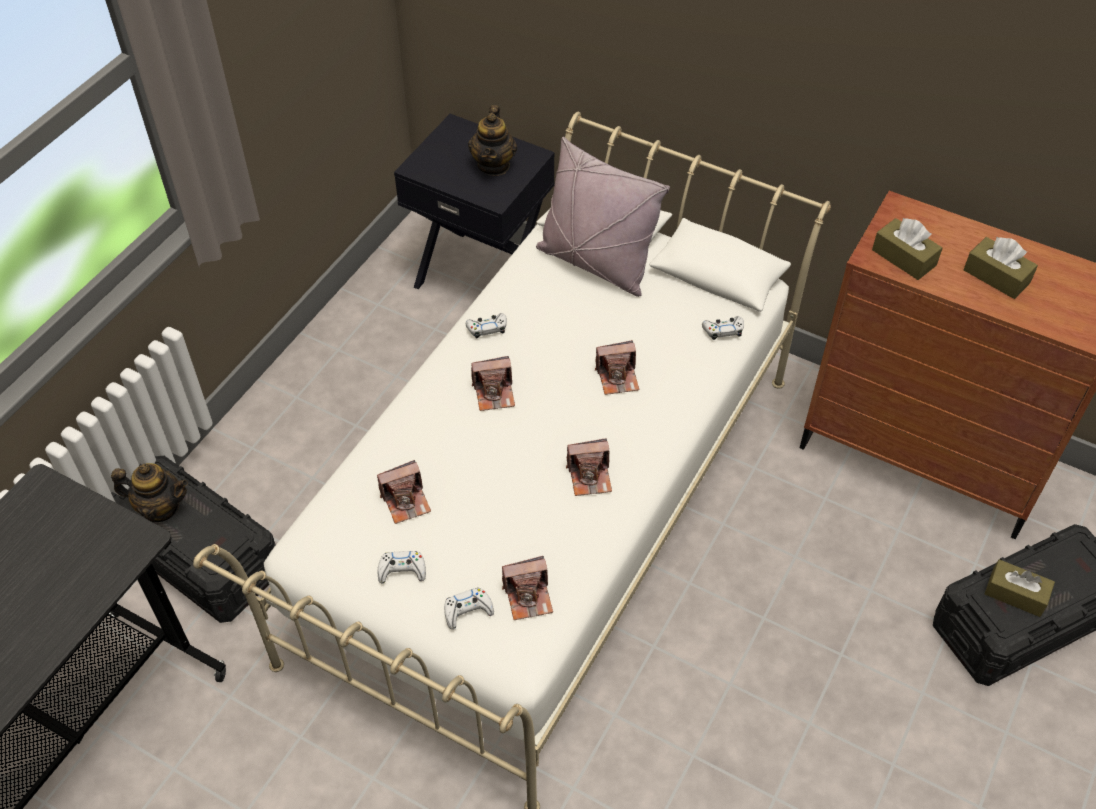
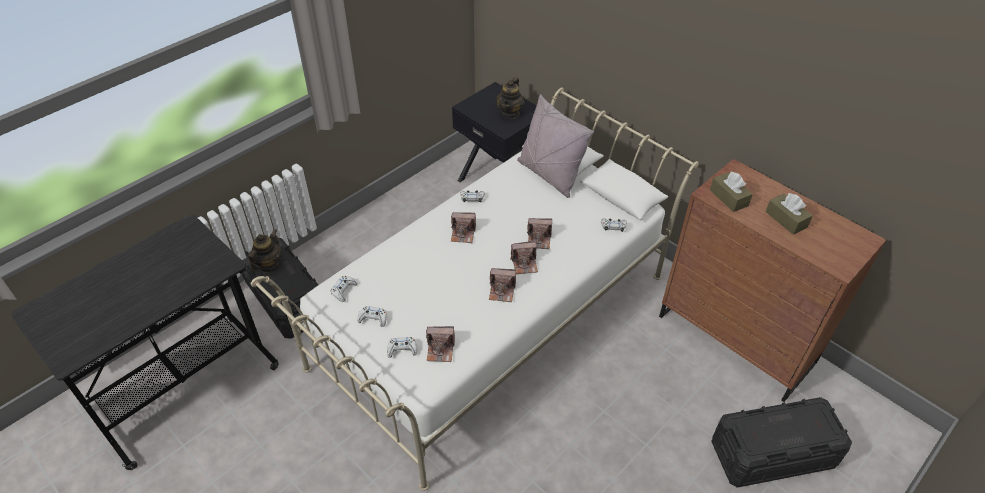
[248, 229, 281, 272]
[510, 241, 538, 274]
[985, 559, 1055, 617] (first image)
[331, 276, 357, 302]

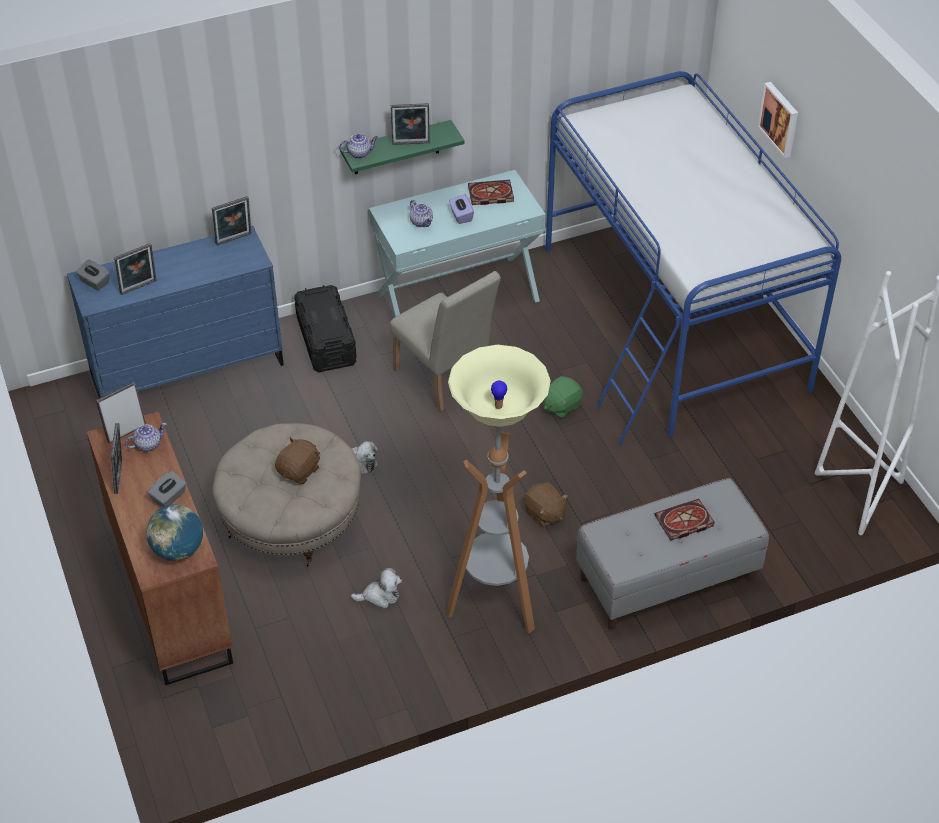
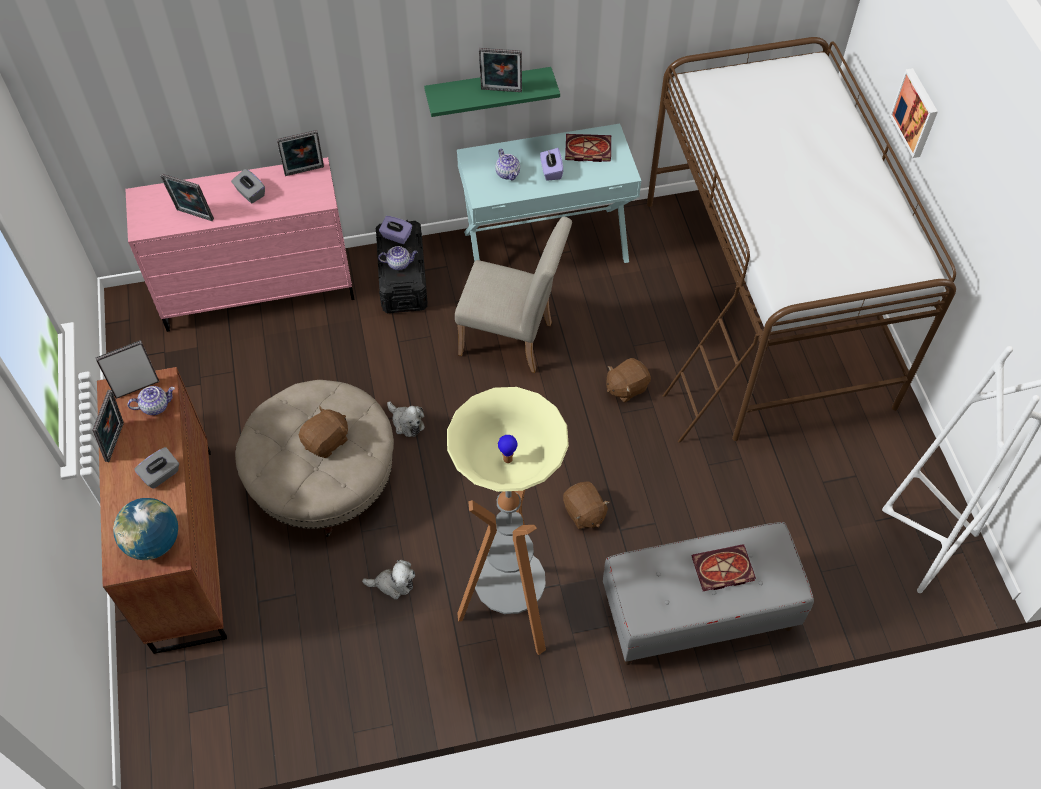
[125, 157, 354, 332]
[231, 169, 265, 203]
[161, 173, 214, 221]
[378, 246, 417, 270]
[455, 217, 572, 373]
[607, 358, 651, 403]
[647, 37, 956, 443]
[379, 216, 412, 244]

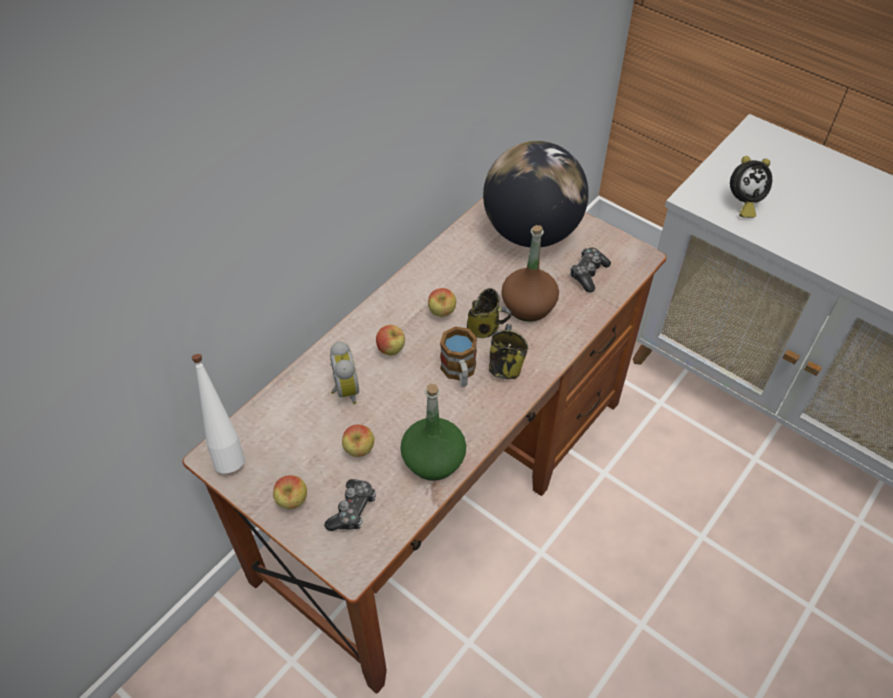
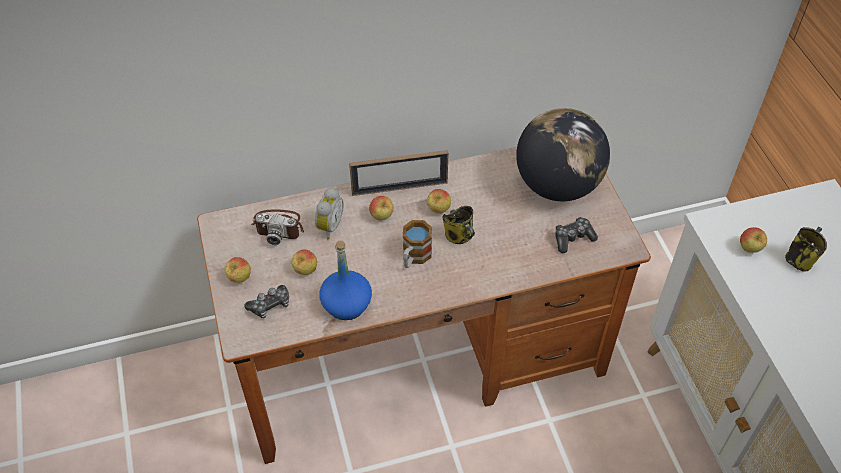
[191, 354, 245, 473] (first image)
[319, 241, 372, 320]
[785, 227, 827, 272]
[501, 225, 559, 322] (first image)
[740, 227, 767, 253]
[251, 209, 304, 245]
[349, 150, 449, 196]

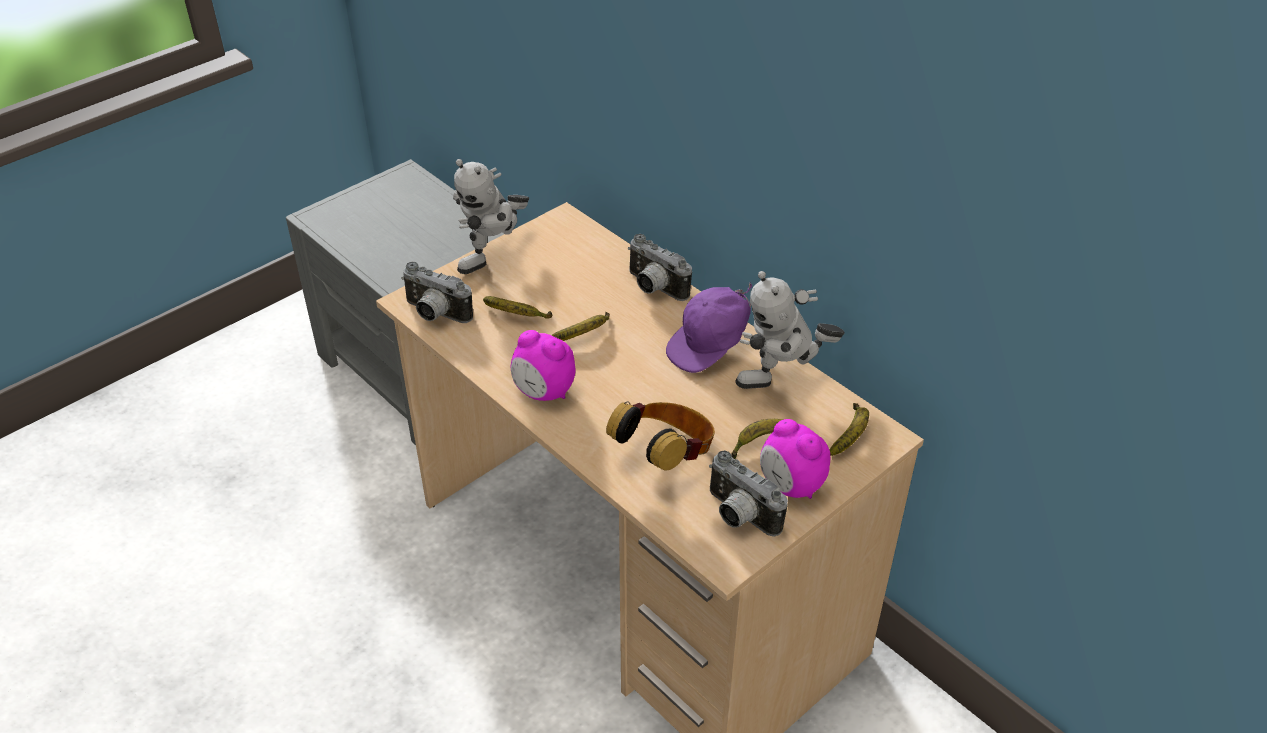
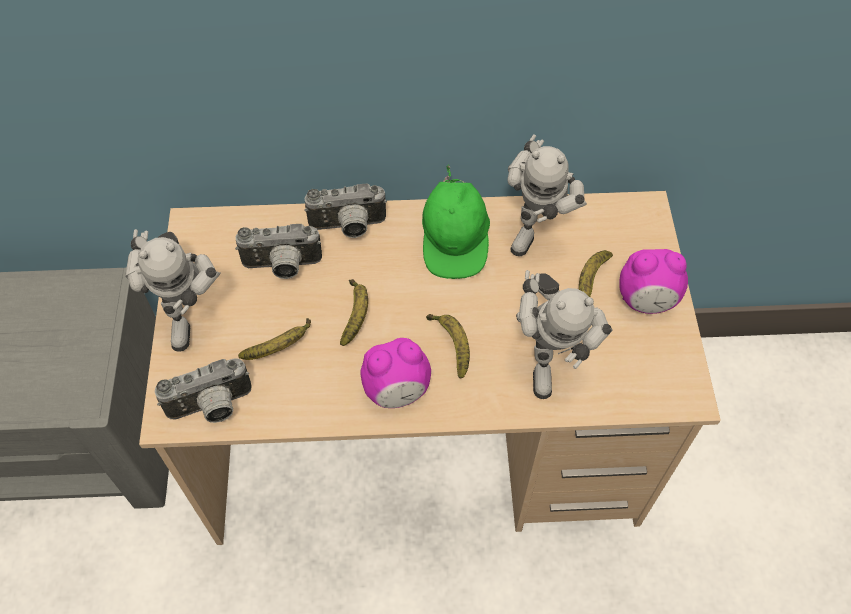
[516, 270, 613, 399]
[422, 164, 490, 279]
[235, 224, 322, 279]
[426, 314, 470, 379]

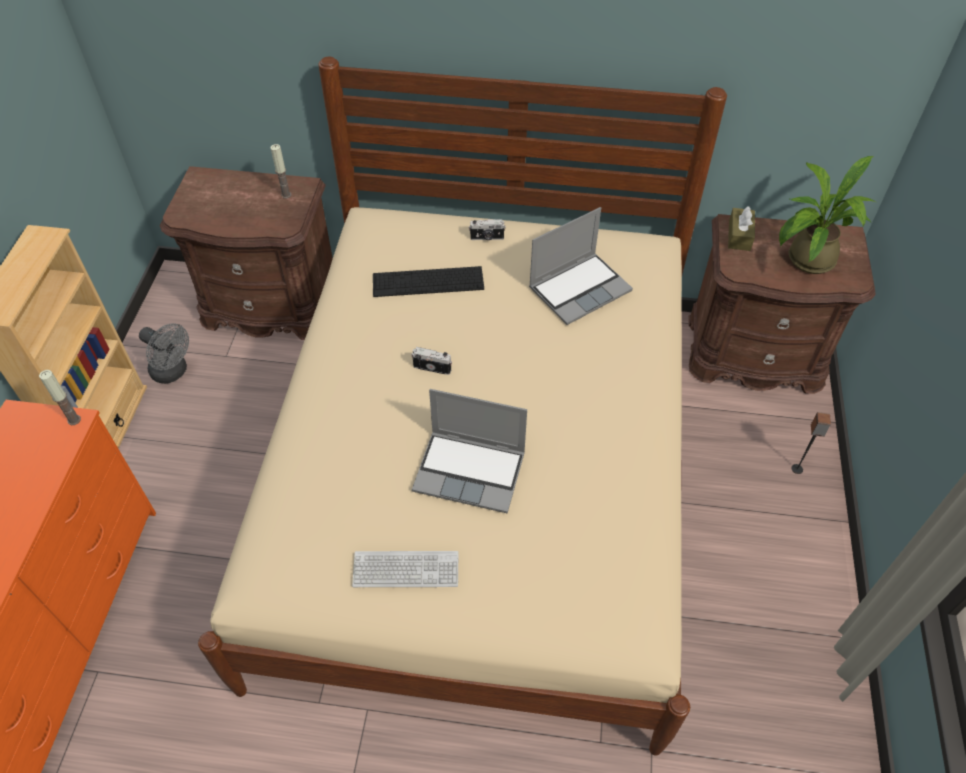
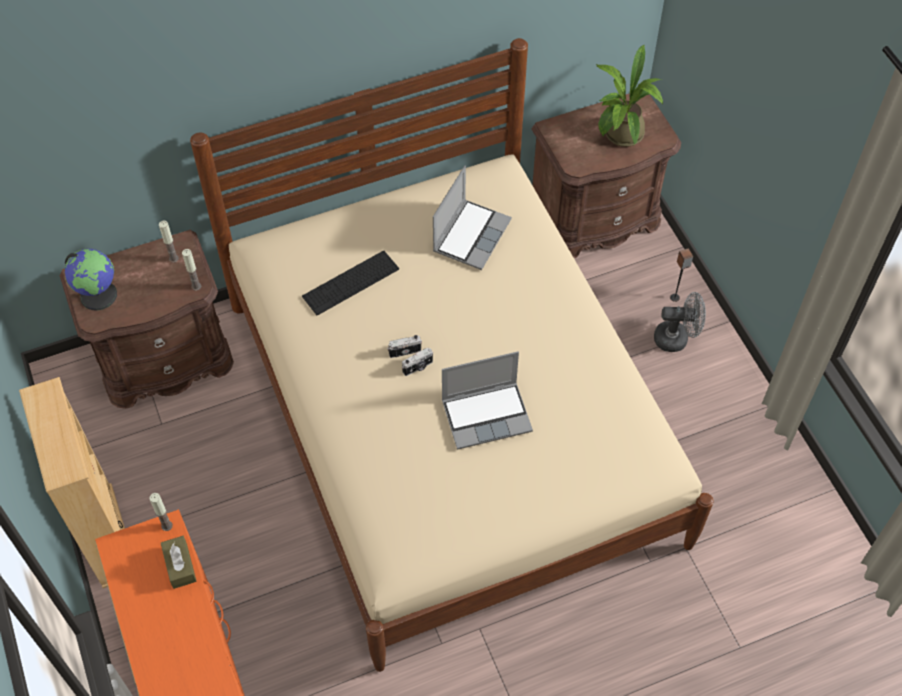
[654, 292, 706, 352]
[352, 551, 458, 587] (first image)
[402, 348, 433, 376]
[161, 536, 196, 589]
[65, 248, 117, 311]
[182, 249, 201, 291]

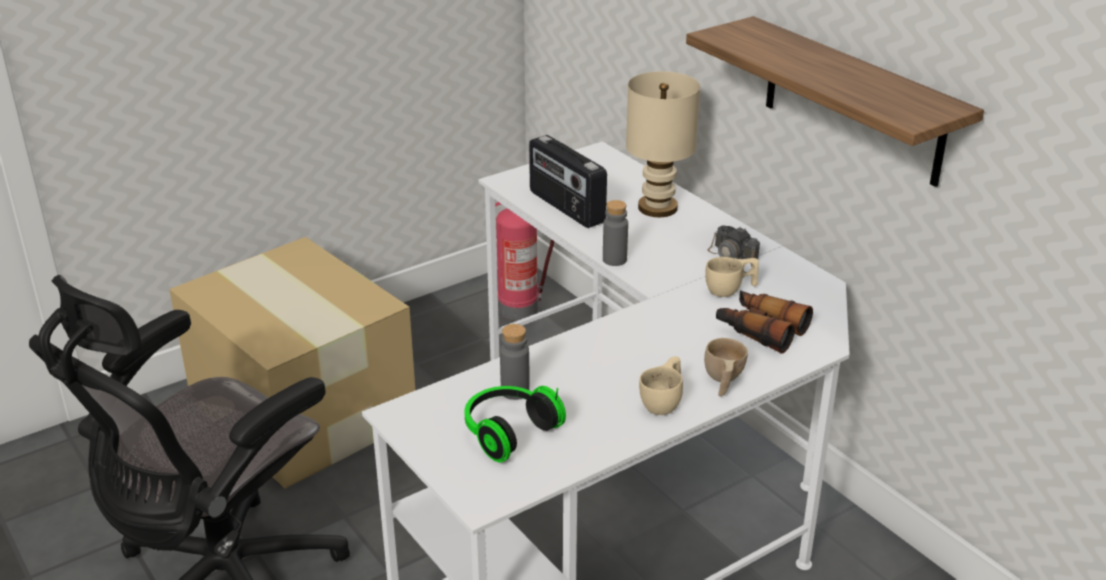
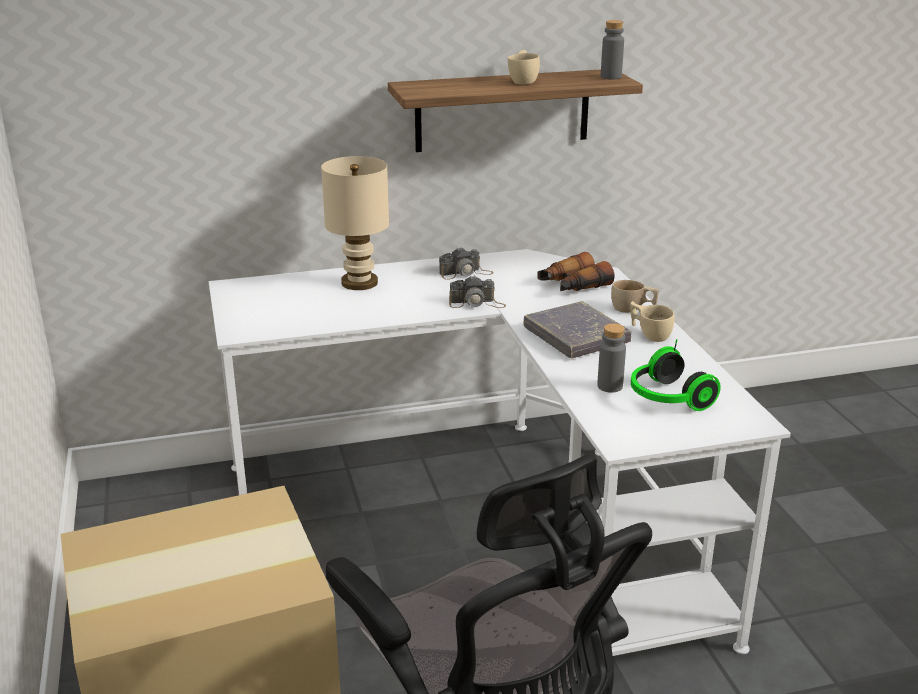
[495, 202, 554, 321] (first image)
[529, 135, 607, 228] (first image)
[601, 20, 624, 80]
[508, 50, 540, 84]
[449, 275, 506, 308]
[524, 301, 631, 358]

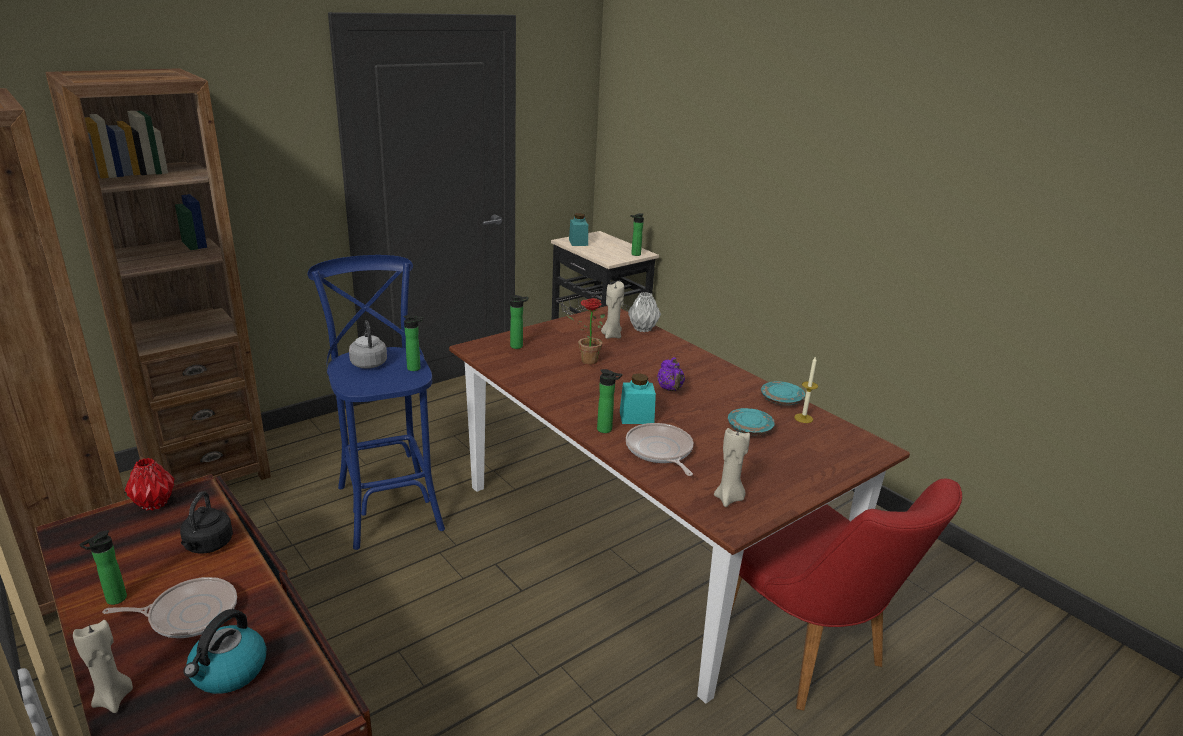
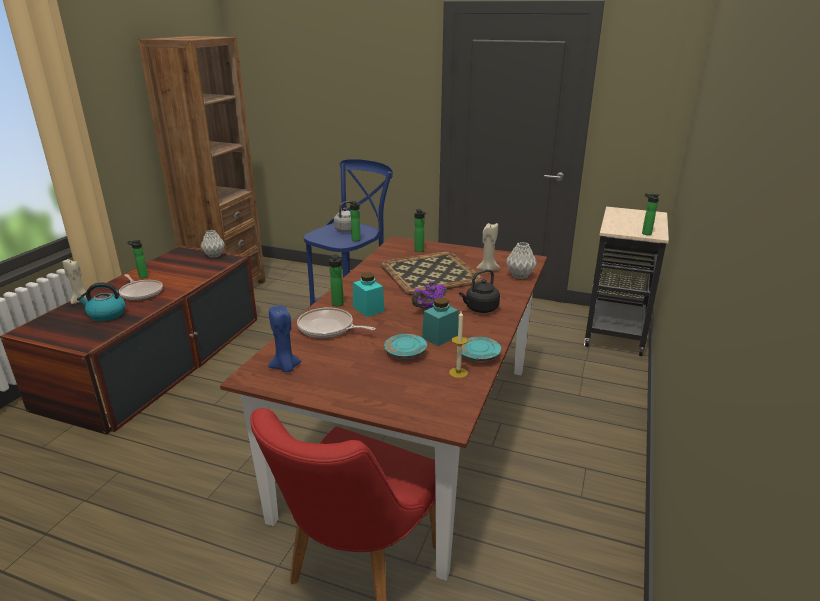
[45, 68, 271, 485] (first image)
[201, 230, 225, 258]
[459, 269, 500, 313]
[380, 252, 484, 295]
[422, 297, 458, 346]
[297, 307, 376, 338]
[268, 306, 302, 372]

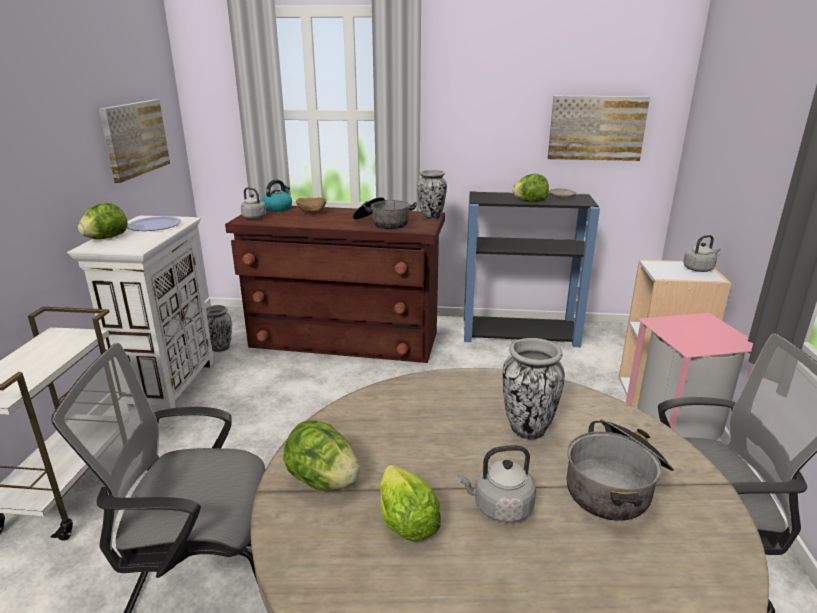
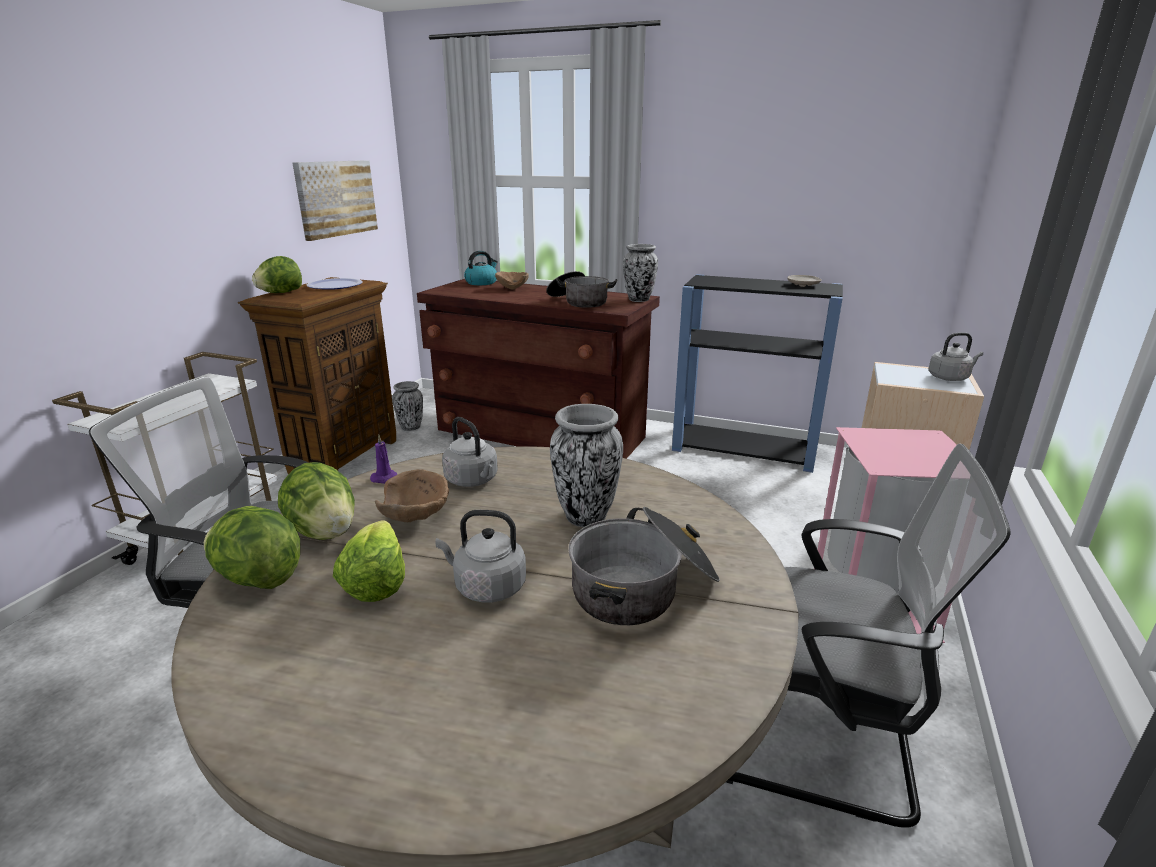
[238, 277, 396, 474]
[442, 417, 498, 487]
[204, 506, 300, 589]
[548, 96, 650, 161] (first image)
[370, 434, 397, 484]
[375, 469, 449, 522]

